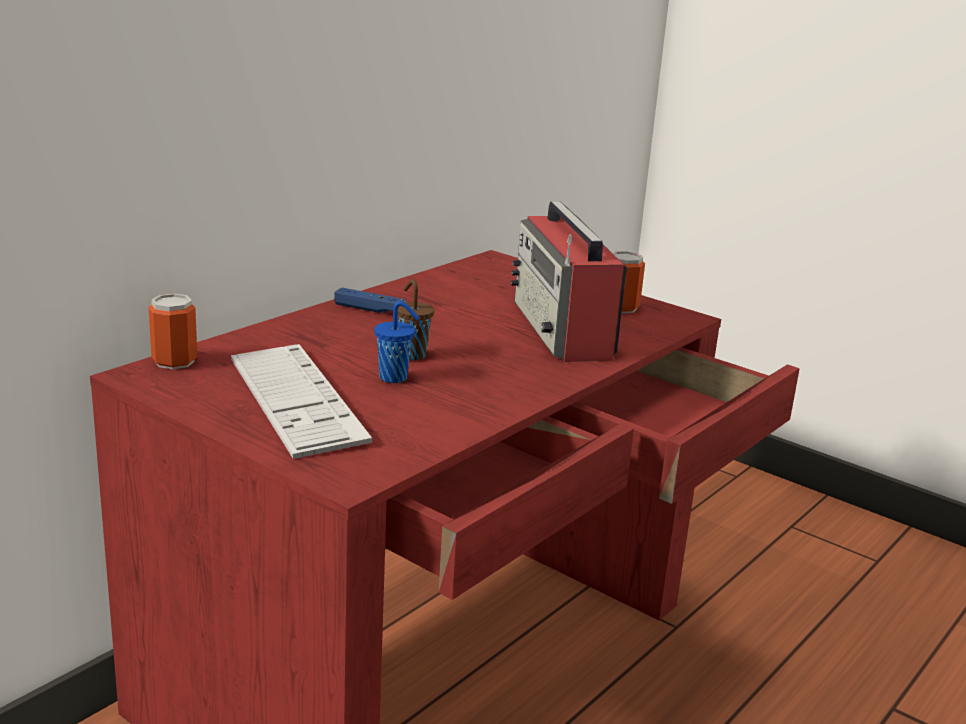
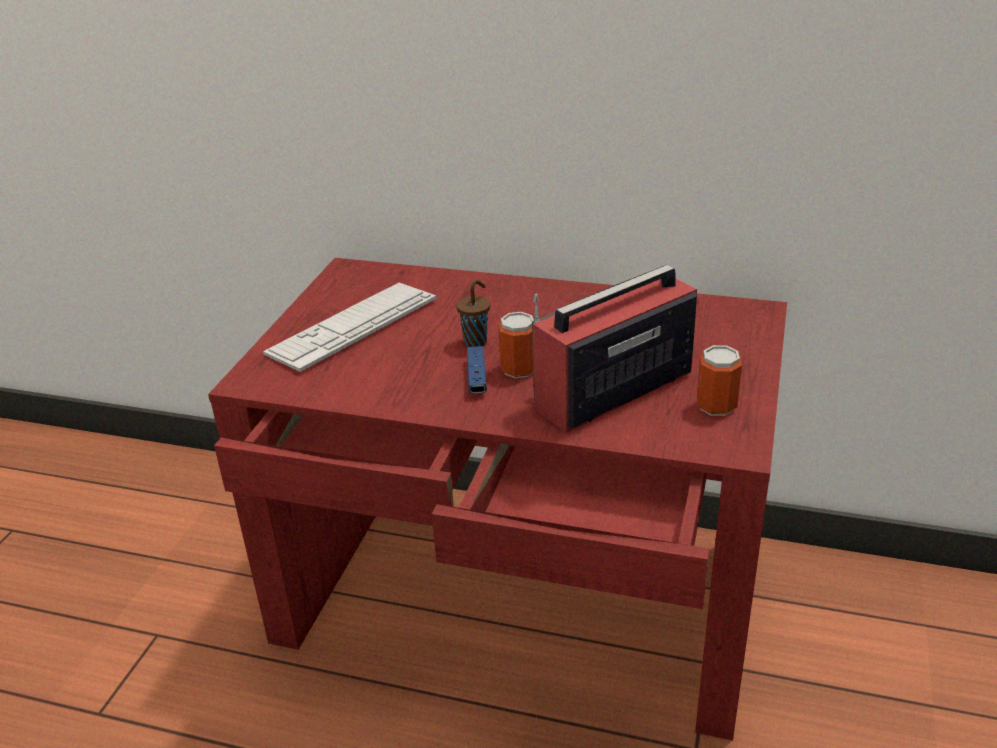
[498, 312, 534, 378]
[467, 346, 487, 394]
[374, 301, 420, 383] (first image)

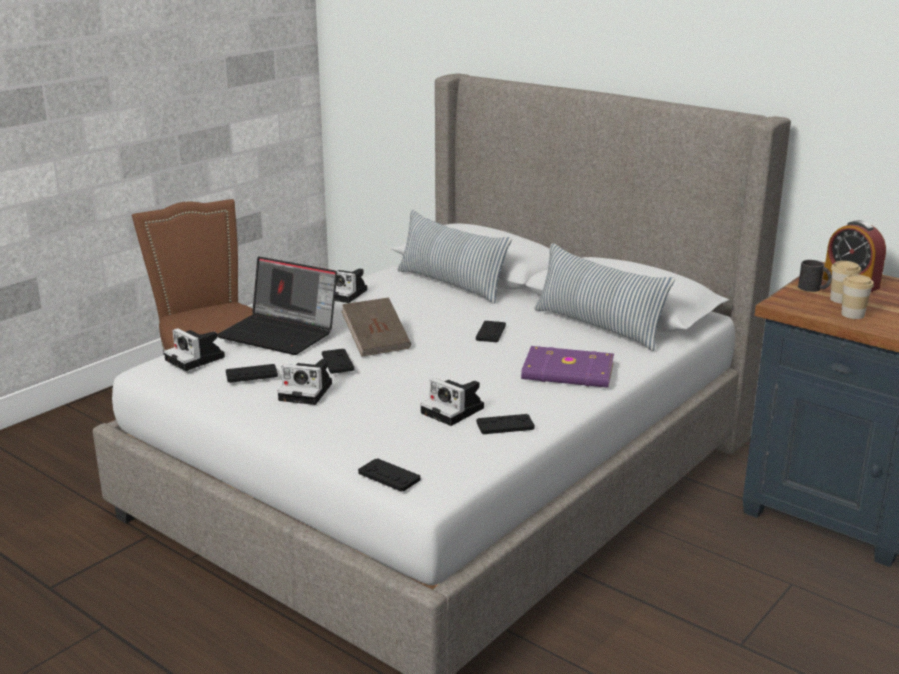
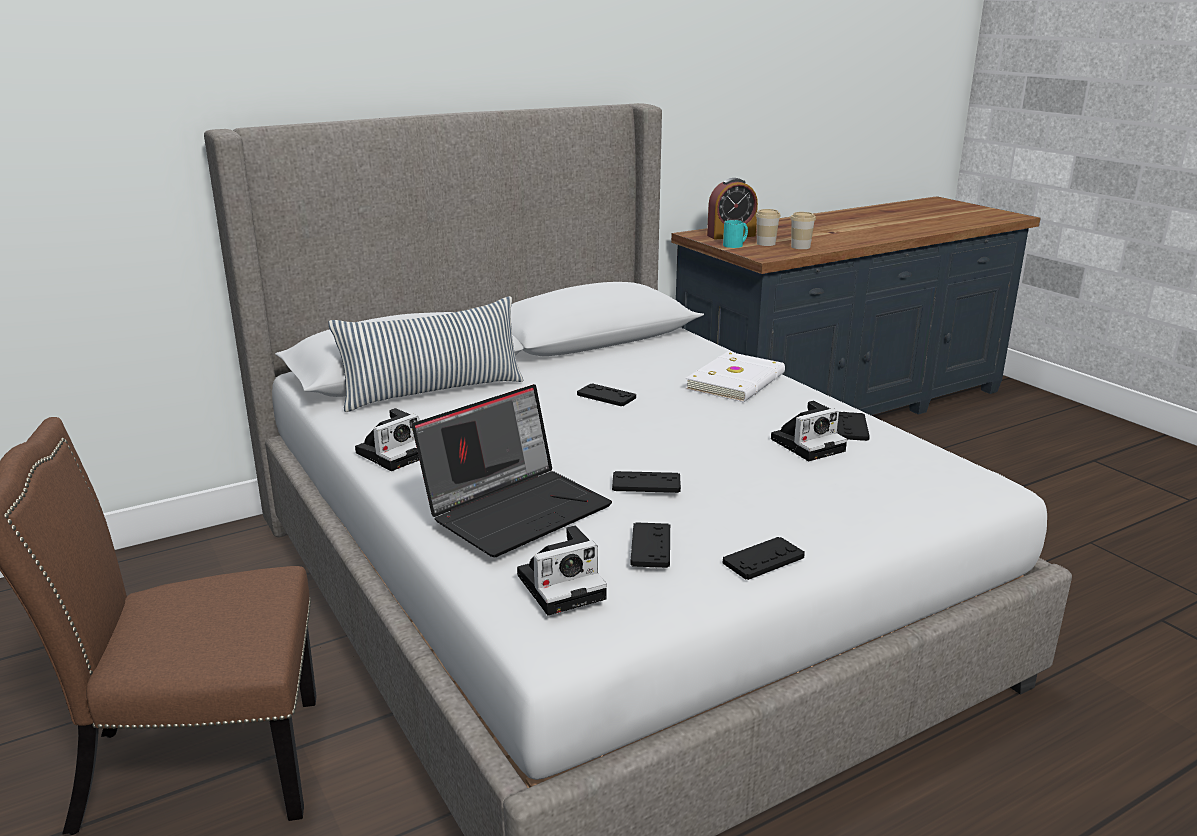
[278, 359, 332, 405] (first image)
[341, 298, 411, 357] (first image)
[723, 537, 805, 580]
[685, 352, 785, 402]
[534, 243, 675, 351] (first image)
[723, 220, 748, 248]

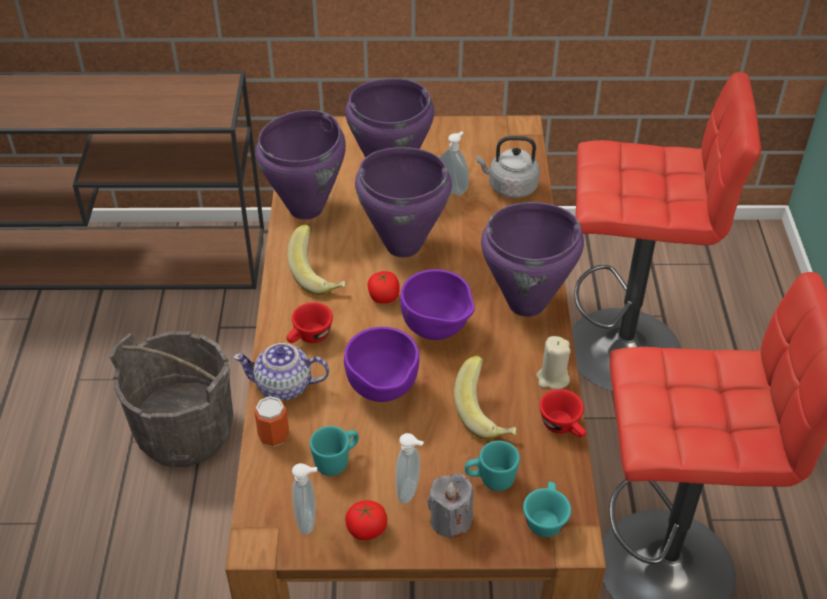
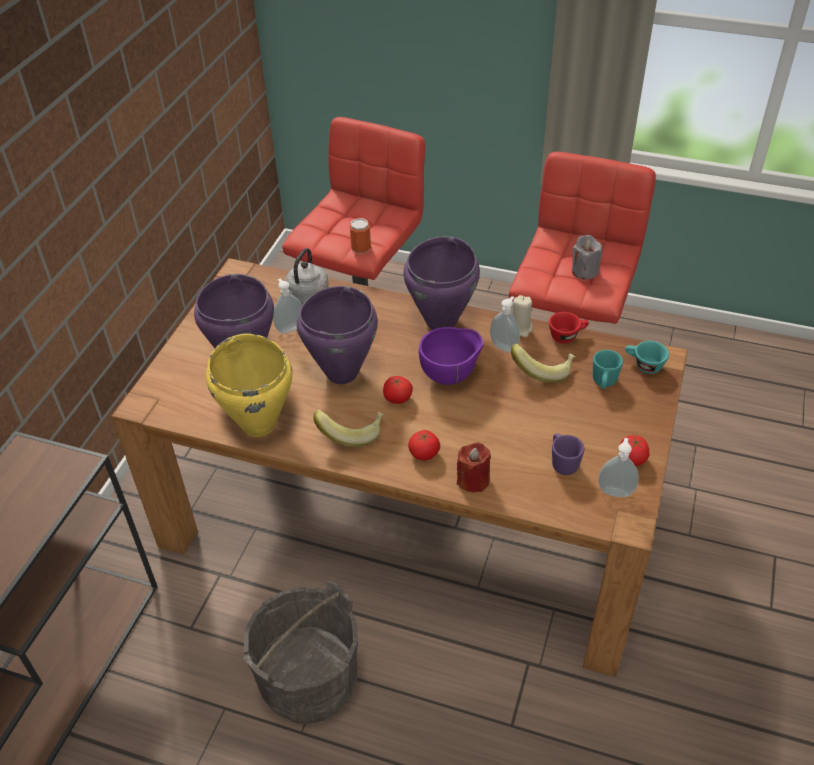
[457, 442, 491, 493]
[350, 218, 371, 254]
[206, 334, 292, 437]
[408, 430, 440, 461]
[552, 433, 584, 475]
[344, 327, 419, 402] (first image)
[490, 296, 520, 353]
[572, 235, 602, 280]

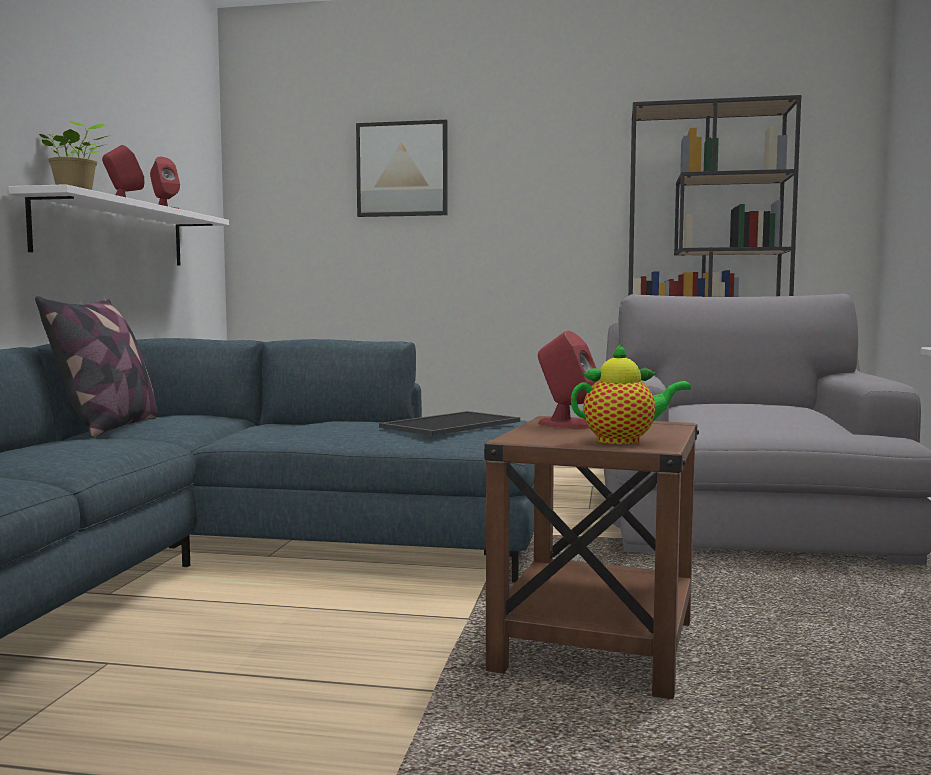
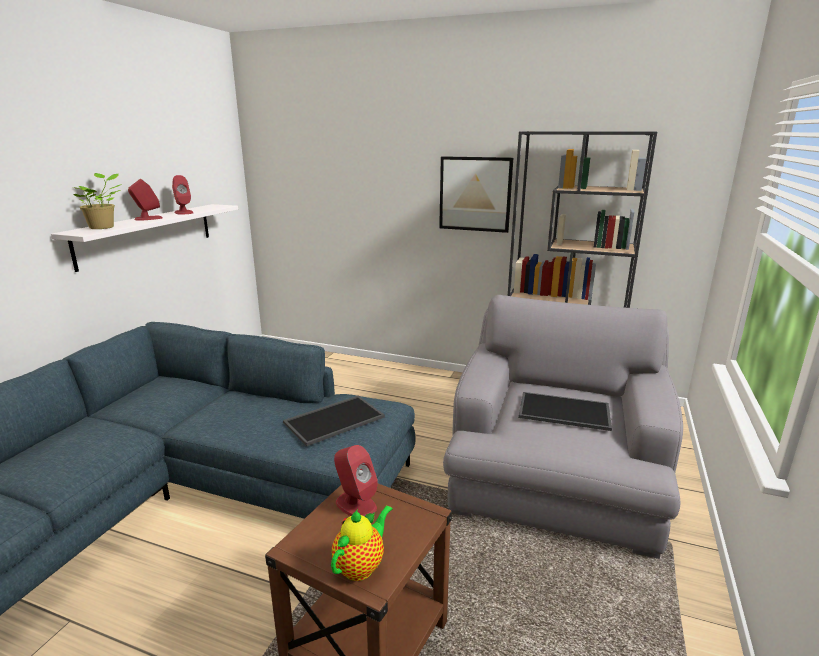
[35, 296, 158, 438] (first image)
[439, 156, 513, 233]
[331, 505, 393, 581]
[519, 392, 612, 431]

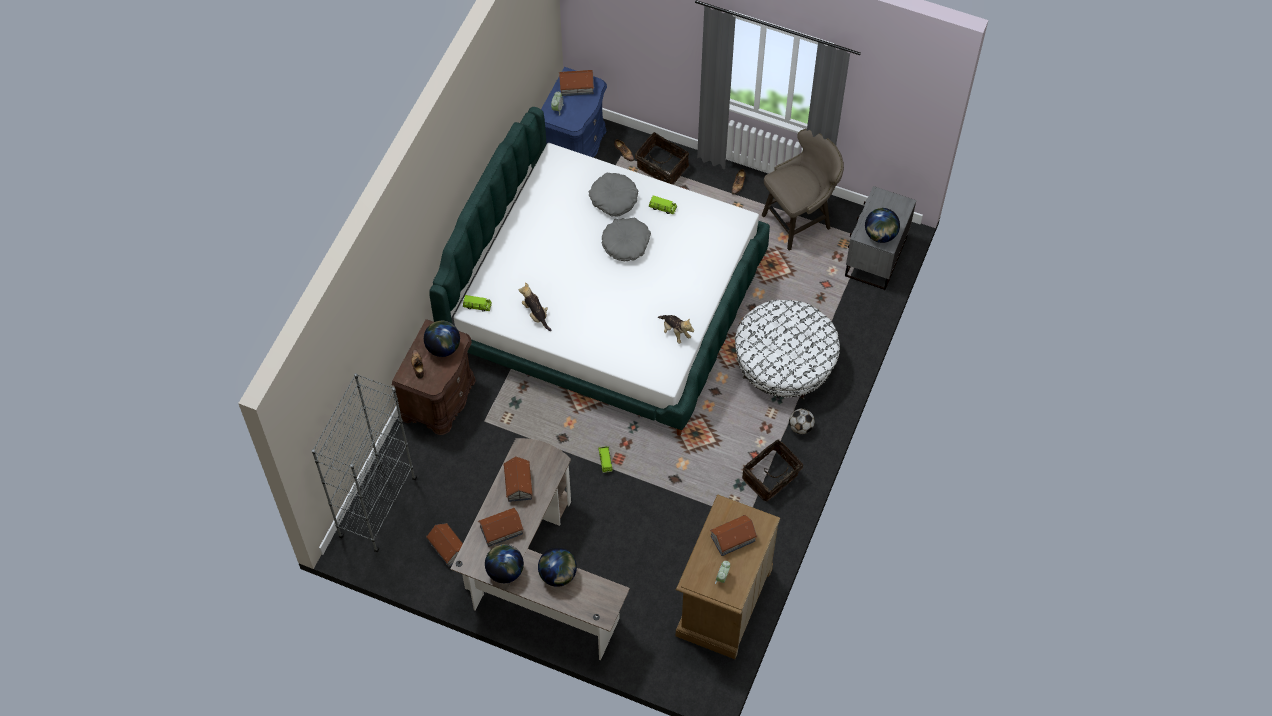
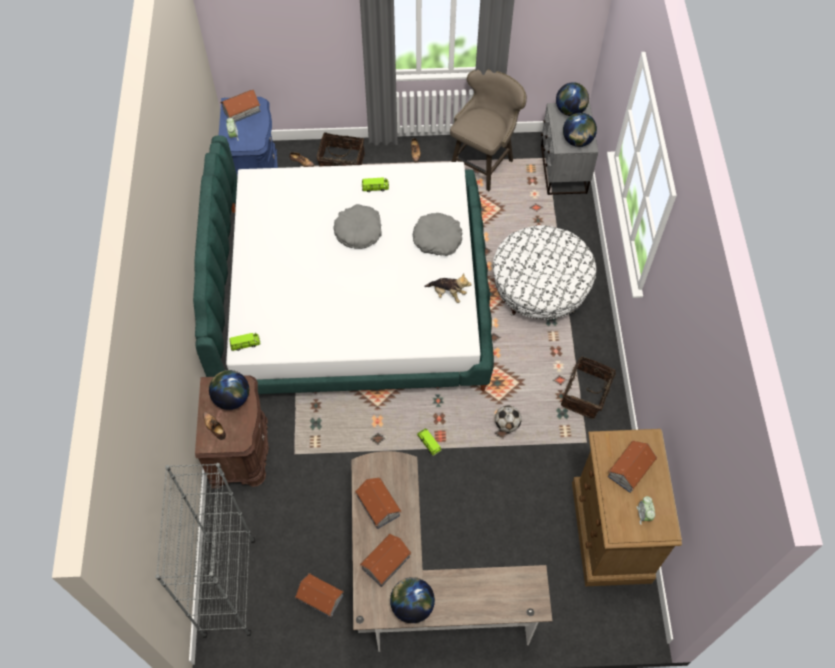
[519, 282, 551, 331] (first image)
[556, 82, 589, 116]
[413, 213, 462, 256]
[495, 406, 521, 432]

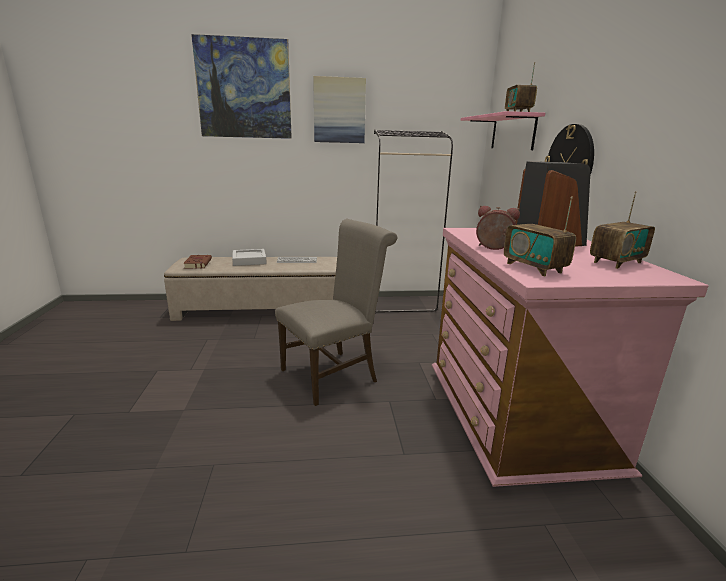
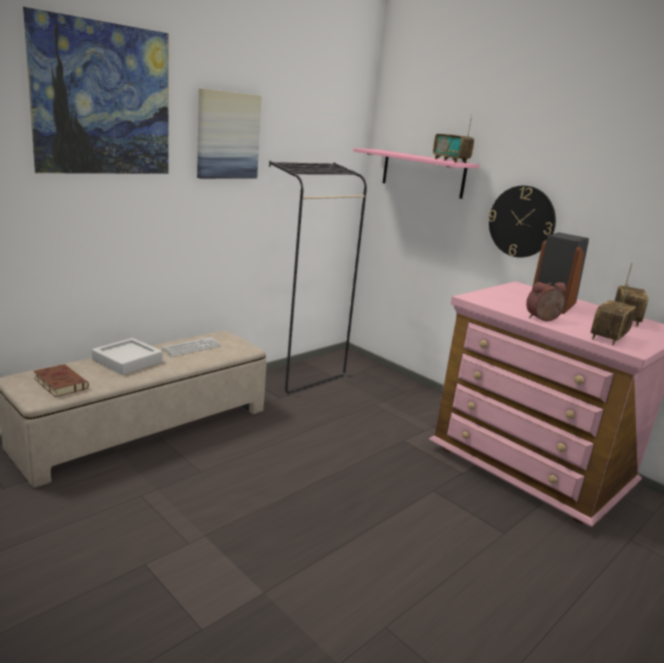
[275, 219, 397, 406] (first image)
[591, 284, 636, 345]

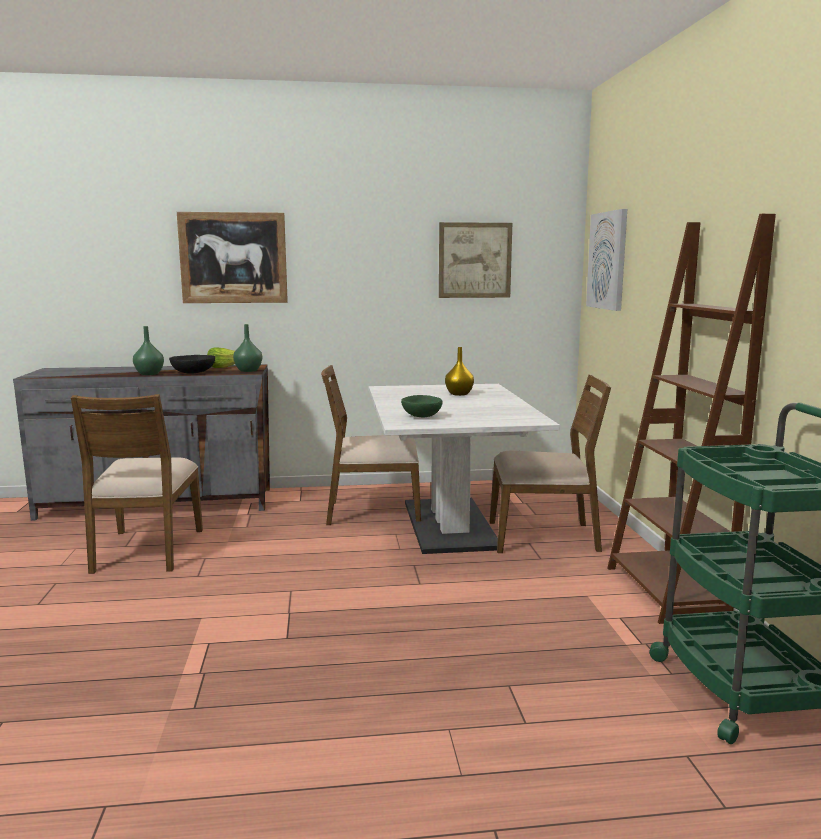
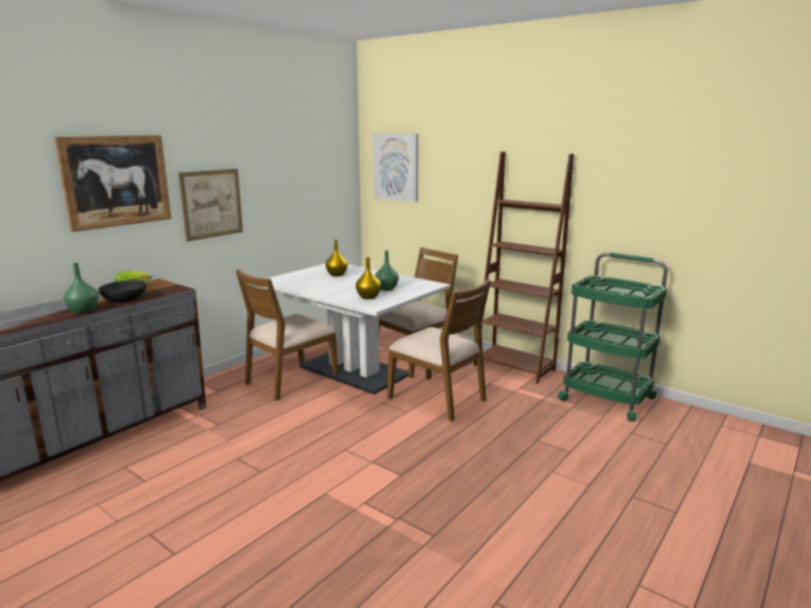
[387, 279, 491, 421]
[375, 251, 399, 291]
[356, 257, 381, 299]
[178, 169, 243, 241]

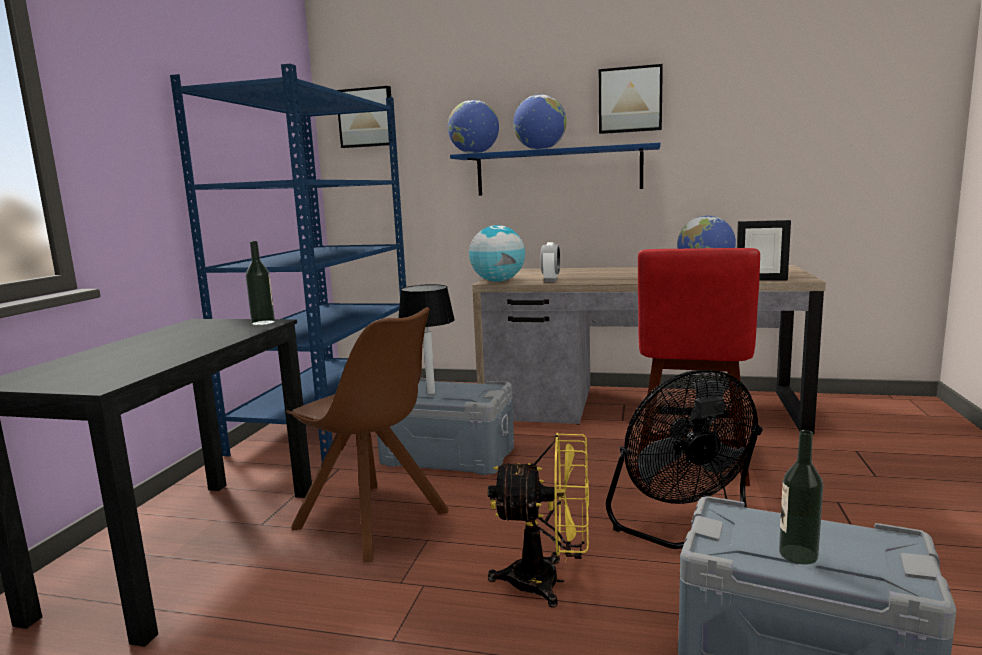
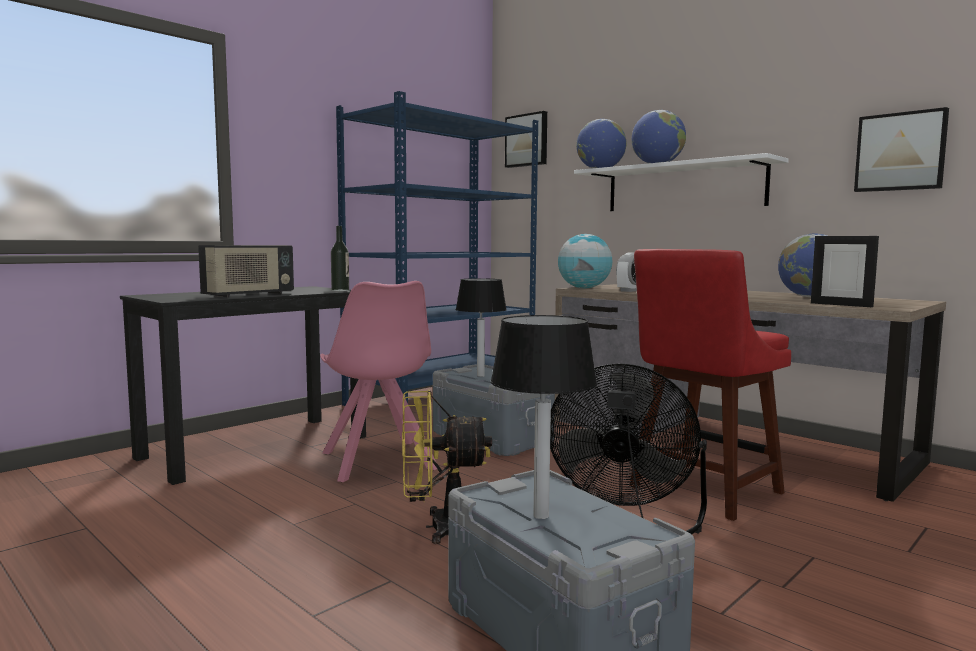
[320, 281, 437, 482]
[574, 153, 789, 211]
[402, 390, 492, 544]
[854, 107, 949, 192]
[490, 315, 597, 519]
[198, 245, 294, 297]

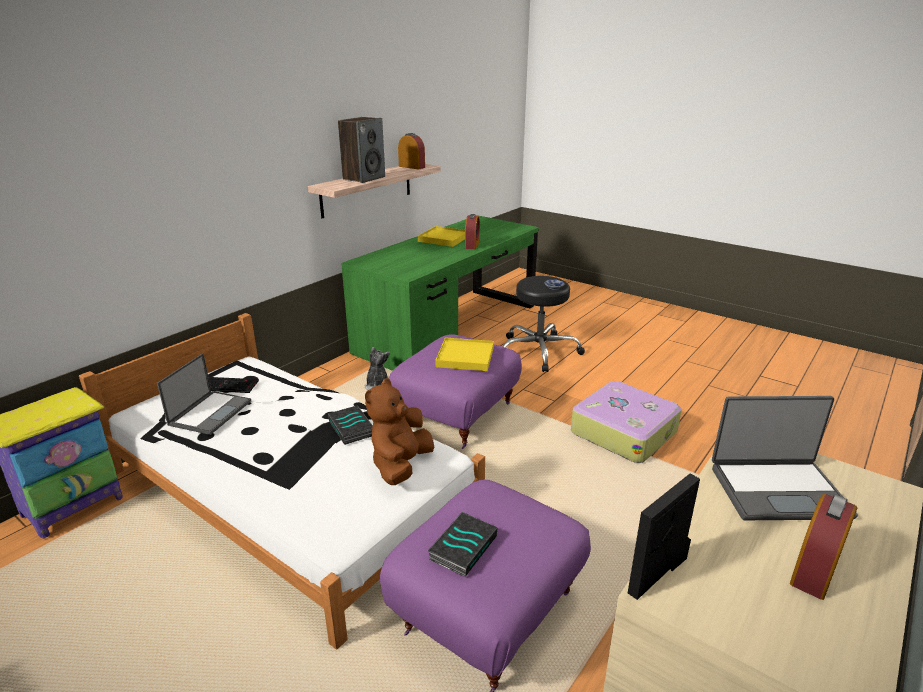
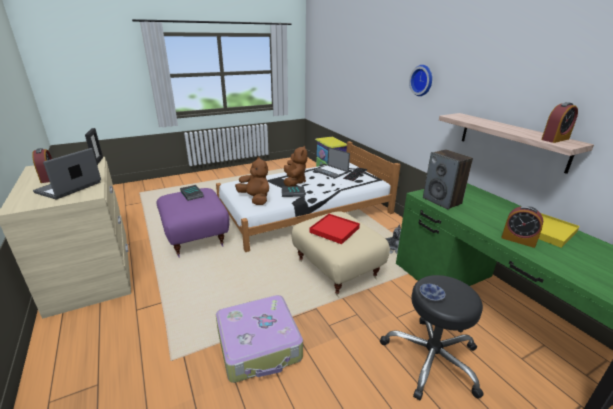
[423, 149, 473, 209]
[292, 211, 390, 297]
[310, 214, 360, 244]
[284, 146, 308, 187]
[409, 65, 432, 96]

